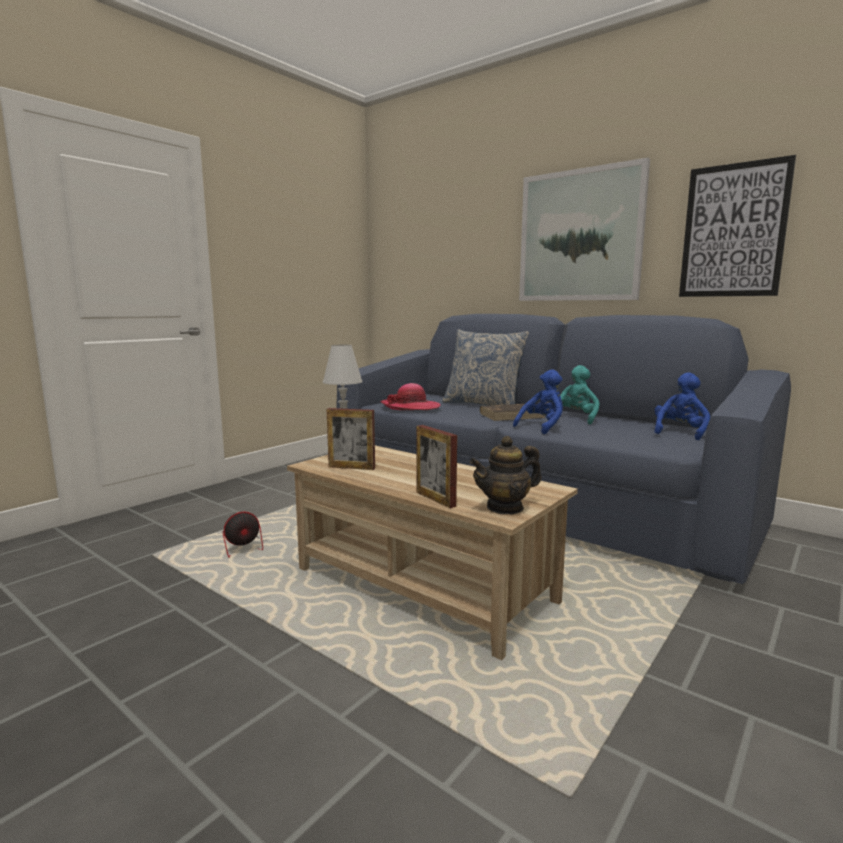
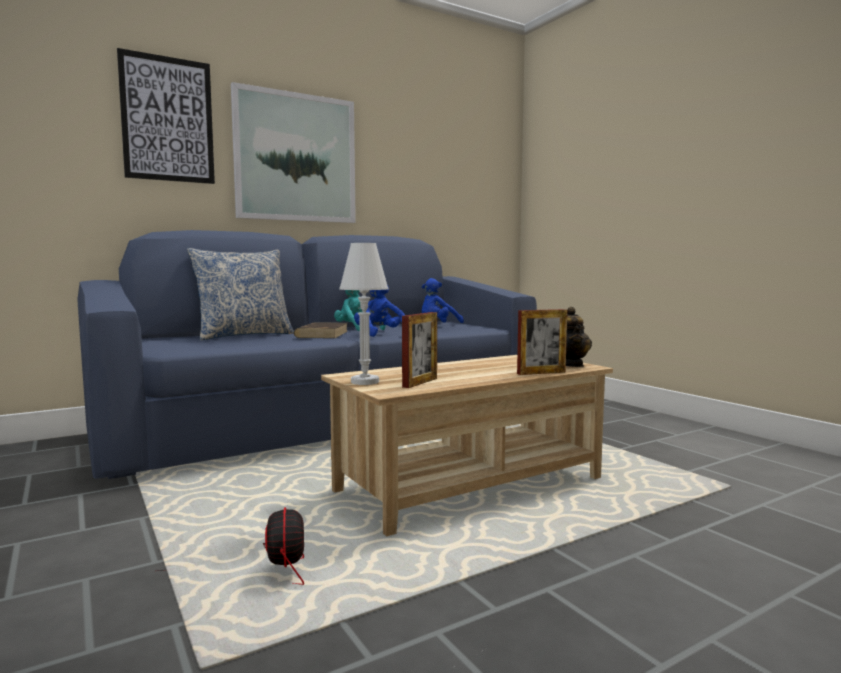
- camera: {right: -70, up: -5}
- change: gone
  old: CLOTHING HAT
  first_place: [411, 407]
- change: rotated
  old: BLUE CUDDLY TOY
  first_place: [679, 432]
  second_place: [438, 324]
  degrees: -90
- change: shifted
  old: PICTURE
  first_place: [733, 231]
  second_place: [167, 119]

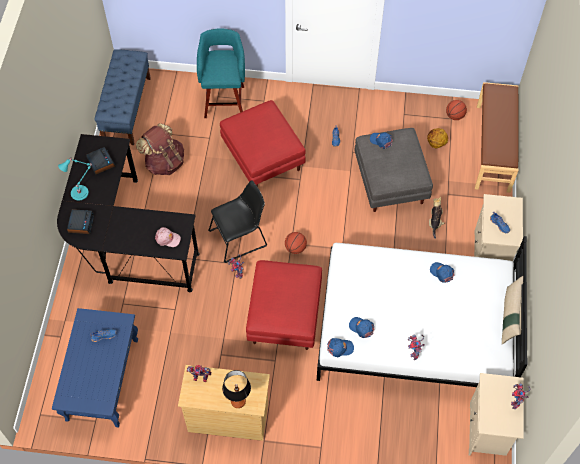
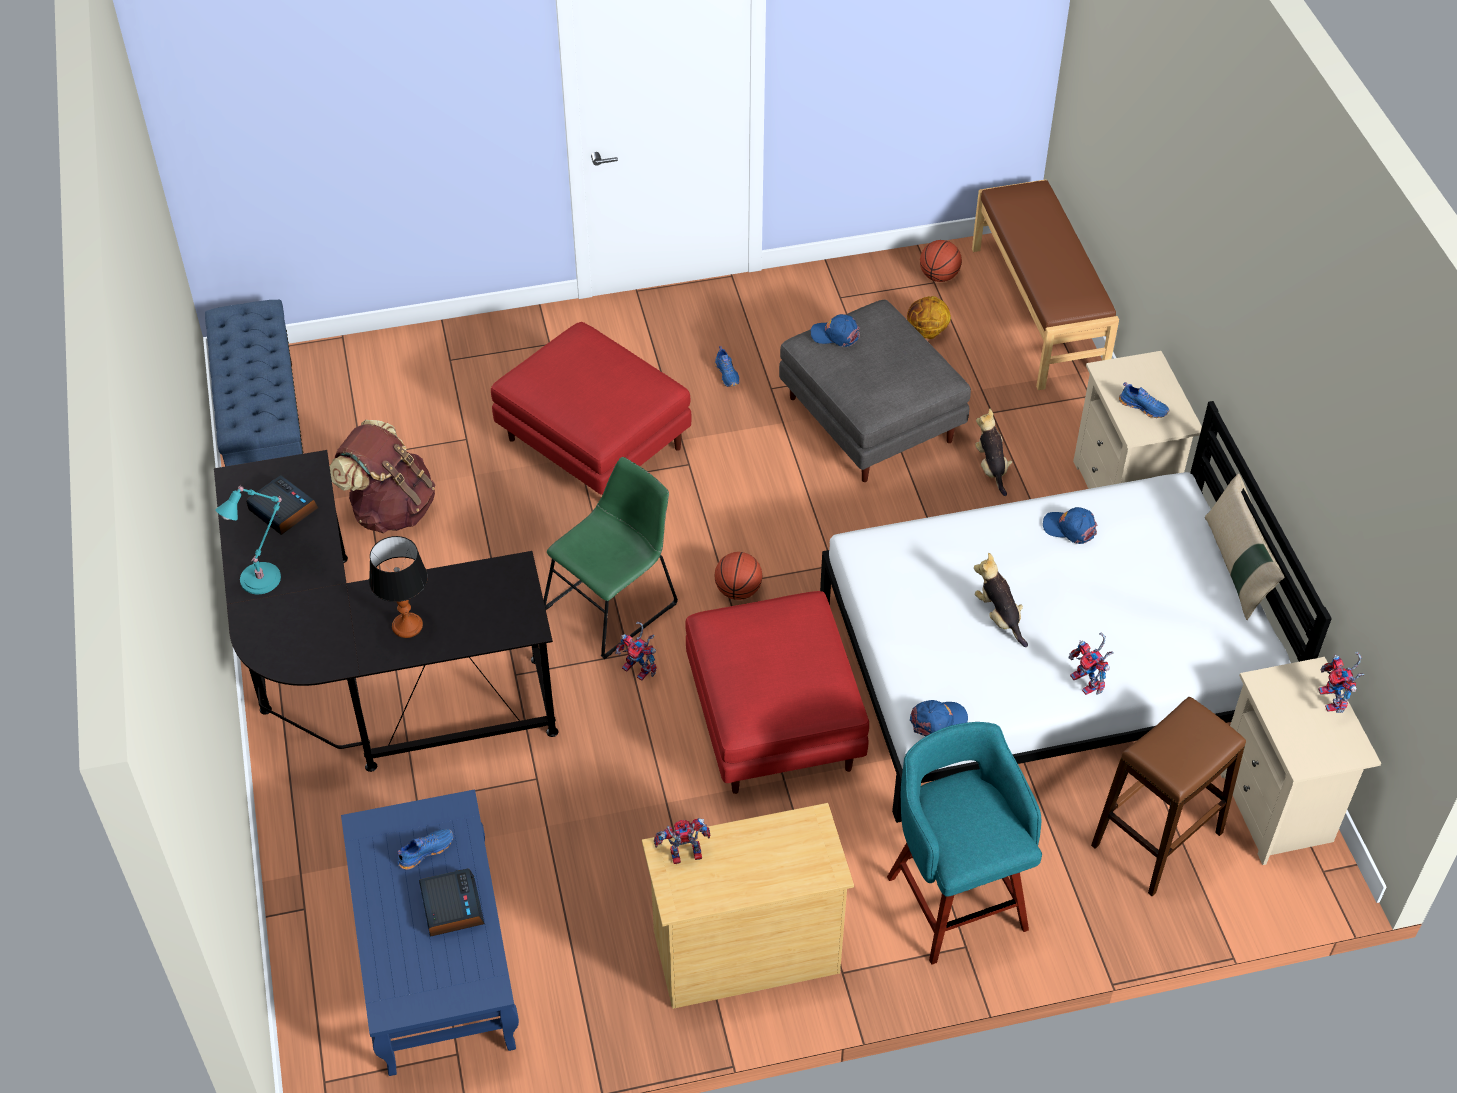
- camera: {right: -20, up: -10}
- change: shifted
  old: TABLE CLOCK
  first_place: [81, 223]
  second_place: [451, 906]
- change: gone
  old: PINKISH BASEBALL CAP
  first_place: [167, 238]
- change: shifted
  old: TURQUOISE-COLOURED STOOL
  first_place: [224, 100]
  second_place: [955, 898]
- change: repainted
  old: BLACK PLAIN CHAIR
  new: GREEN-COLOURED PLAIN CHAIR
  first_place: [240, 237]
  second_place: [614, 603]
- change: shifted
  old: TABLETOP LAMP
  first_place: [238, 401]
  second_place: [407, 626]
- change: gone
  old: BLUE BASEBALL CAP
  first_place: [361, 327]
- change: new
  new: CUDDLY TOY
  second_place: [999, 617]
- change: new
  new: BROWN STOOL
  second_place: [1157, 840]

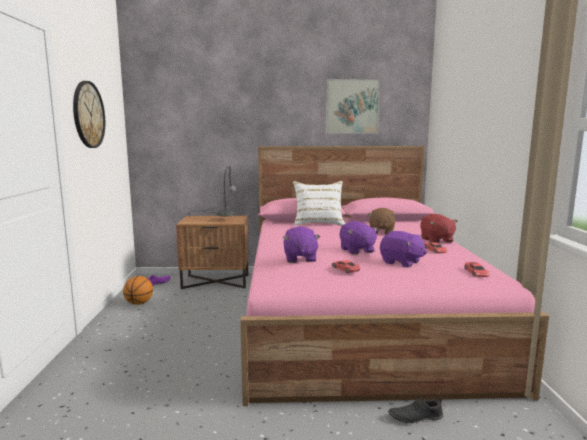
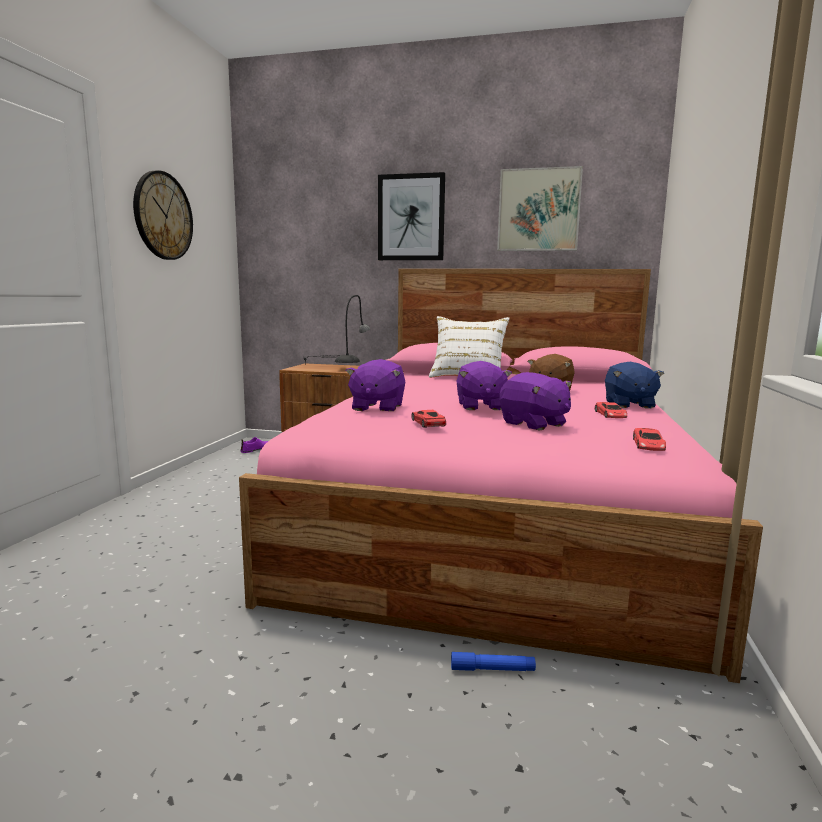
- camera: {right: 15, up: 0}
- change: gone
  old: BASKETBALL BALL
  first_place: [139, 303]
- change: swapped
  old: BLACK ITEM OF FOOTWEAR
  new: BLUE HAND TORCH
  first_place: [415, 417]
  second_place: [492, 669]
- change: repainted
  old: RED-COLOURED CUDDLY TOY
  new: BLUE CUDDLY TOY
  first_place: [436, 240]
  second_place: [628, 404]
- change: new
  new: PICTURE
  second_place: [411, 217]

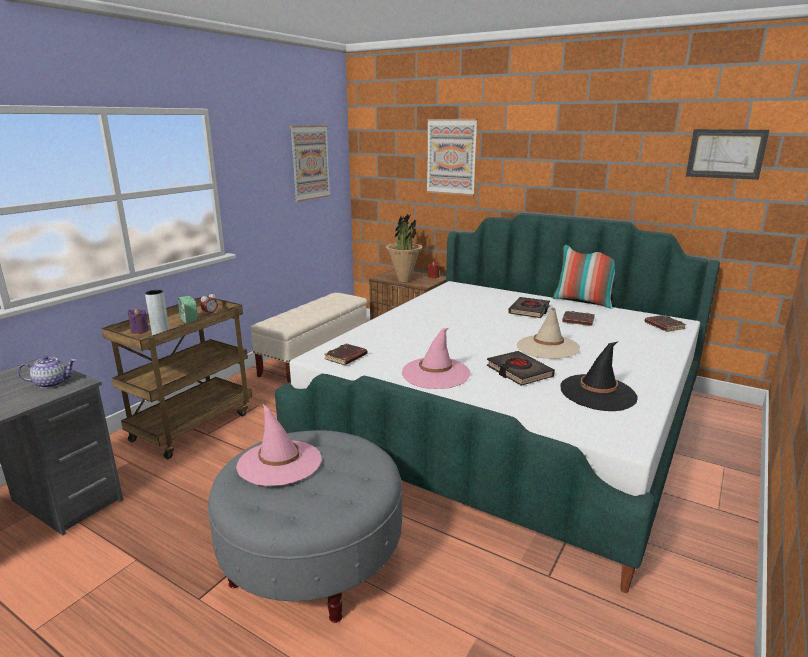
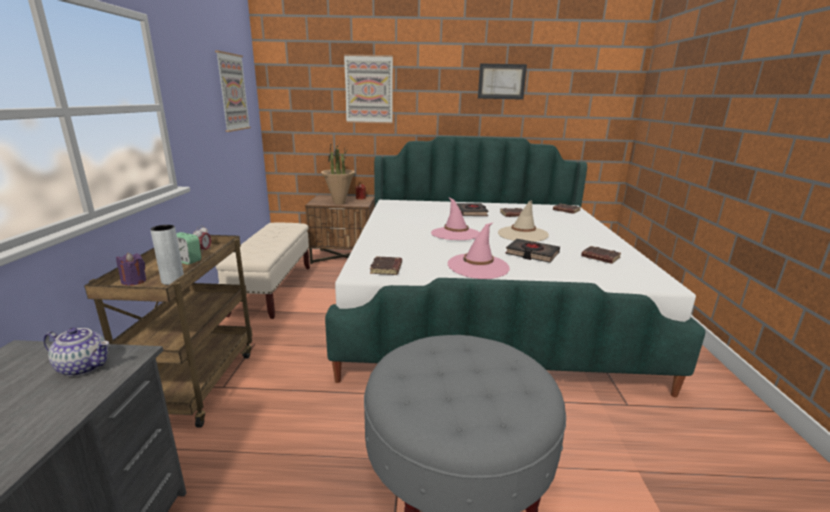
- camera: {right: -30, up: 0}
- change: rotated
  old: TEA POT
  first_place: [52, 383]
  second_place: [84, 366]
  degrees: 60
- change: shifted
  old: PINKISH CLOTHING HAT
  first_place: [279, 463]
  second_place: [455, 234]
- change: gone
  old: PILLOW
  first_place: [583, 301]
- change: swapped
  old: BLACK CLOTHING HAT
  new: BROWN VOLUME
  first_place: [598, 393]
  second_place: [599, 257]
- change: shifted
  old: PICTURE
  first_place: [725, 153]
  second_place: [501, 81]

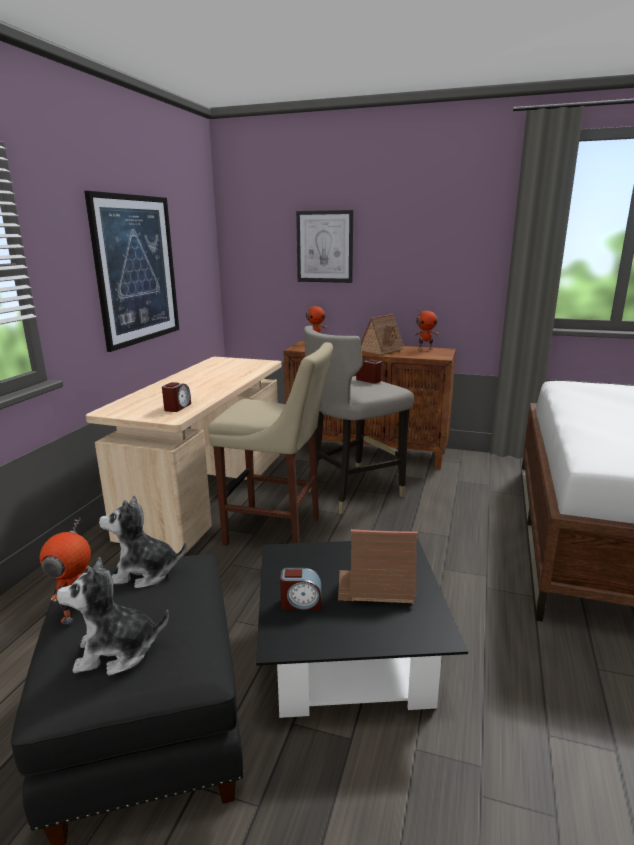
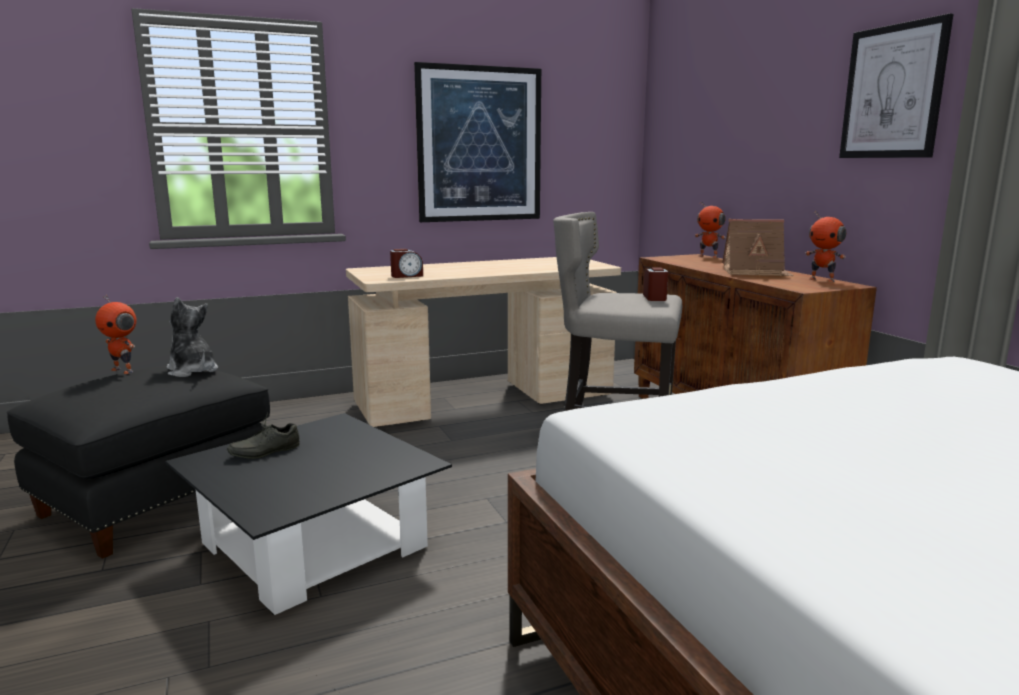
- camera: {right: 50, up: -5}
- change: rotated
  old: ROBOT FIGURE
  first_place: [76, 612]
  second_place: [124, 371]
  degrees: -120
- change: gone
  old: CUDDLY TOY
  first_place: [116, 651]
- change: gone
  old: SAND-COLOURED STOOL
  first_place: [277, 532]
- change: swapped
  old: TABLE CLOCK
  new: GREYISH ITEM OF FOOTWEAR
  first_place: [301, 603]
  second_place: [264, 451]
- change: shifted
  old: PICTURE
  first_place: [325, 247]
  second_place: [893, 92]
- change: gone
  old: TOY HOUSE
  first_place: [376, 586]

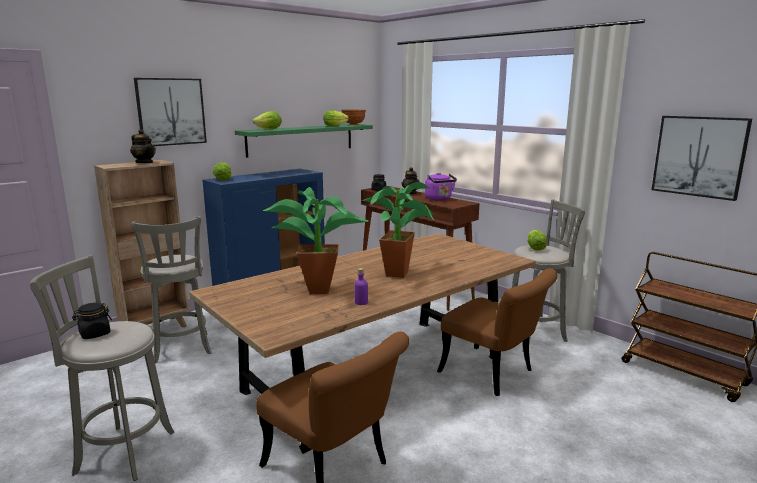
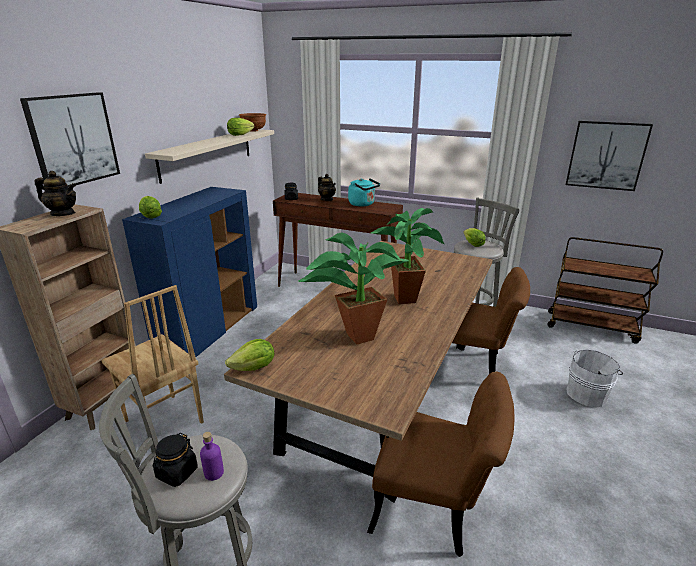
- camera: {right: -25, up: 10}
- change: swapped
  old: GREYISH STOOL
  new: BROWN PLAIN CHAIR
  first_place: [181, 350]
  second_place: [163, 422]
- change: repainted
  old: GREEN-COLOURED BRACKET SHELF
  new: SAND-COLOURED BRACKET SHELF
  first_place: [301, 139]
  second_place: [207, 153]
- change: shifted
  old: LETTUCE HEAD
  first_place: [269, 129]
  second_place: [254, 368]
- change: shifted
  old: PURPLISH DRINK BOTTLE
  first_place: [361, 302]
  second_place: [214, 473]
- change: repainted
  old: PURPLISH KETTLE
  new: TURQUOISE-COLOURED KETTLE
  first_place: [439, 199]
  second_place: [363, 204]
- change: new
  new: WHITE BUCKET
  second_place: [587, 393]

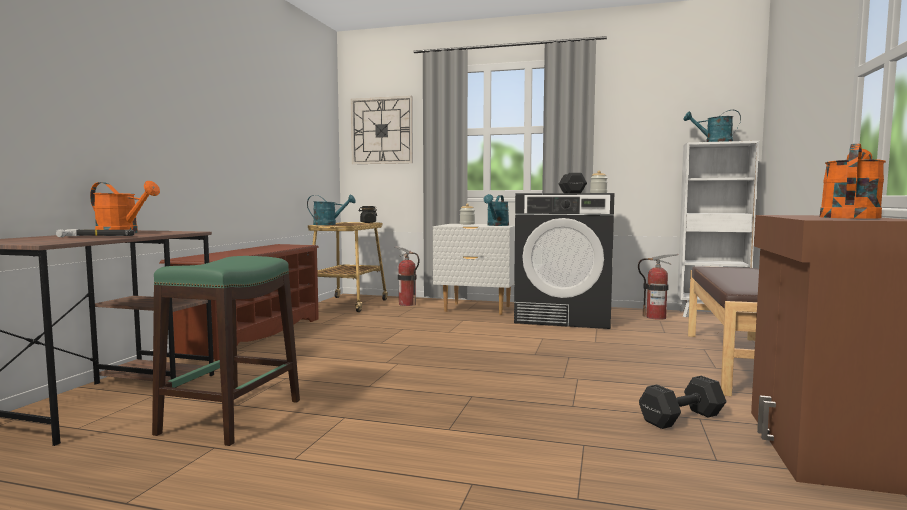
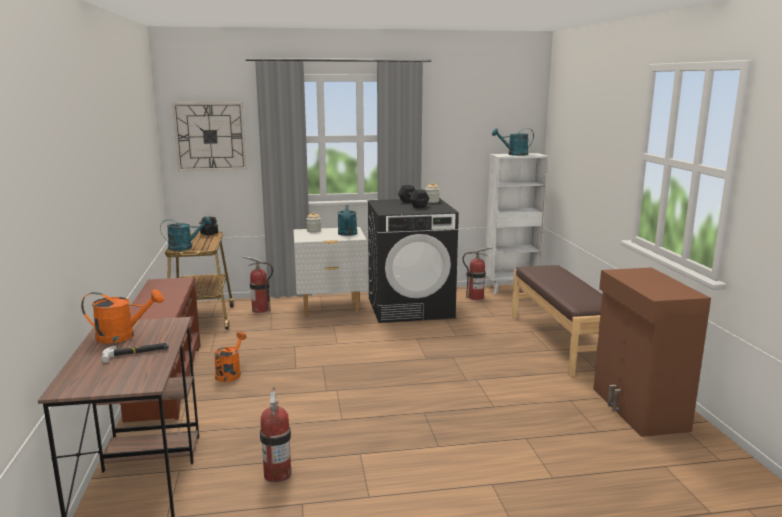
- camera: {right: -25, up: 10}
- change: swapped
  old: GREEN-COLOURED STOOL
  new: FIRE EXTINGUISHER
  first_place: [233, 416]
  second_place: [277, 474]
- change: gone
  old: BLACK DUMBBELL
  first_place: [683, 418]
- change: shifted
  old: ORANGE WATERING CAN
  first_place: [850, 217]
  second_place: [230, 373]

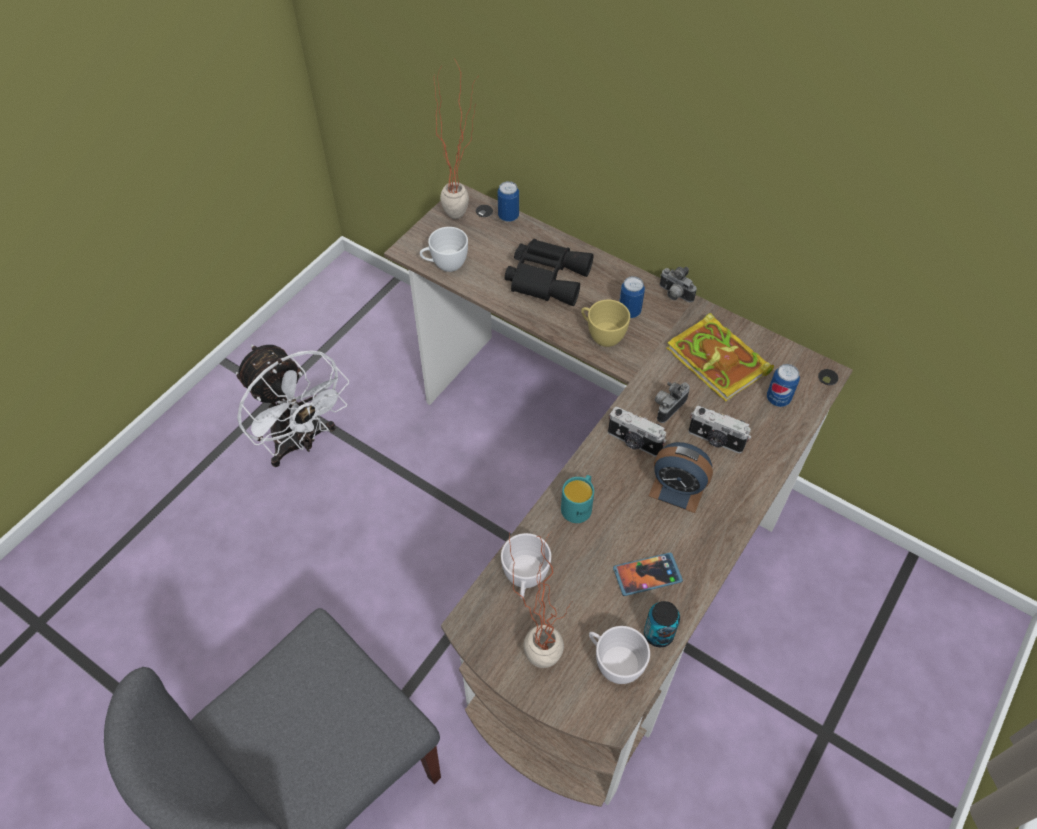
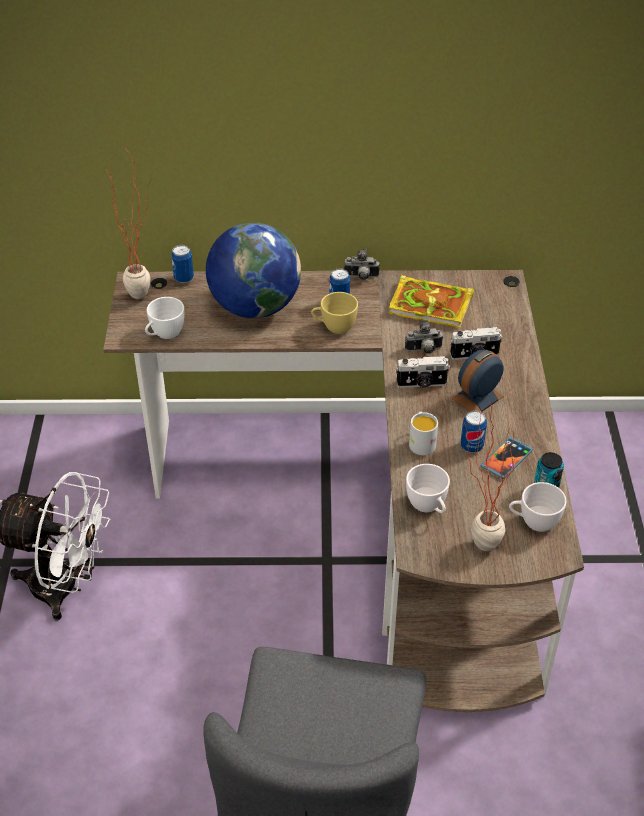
- camera: {right: -35, up: -10}
- change: swapped
  old: BLACK BINOCULARS
  new: DESK GLOBE
  first_place: [547, 276]
  second_place: [255, 307]
- change: repainted
  old: TURQUOISE-COLOURED TEA MUG
  new: WHITE TEA MUG
  first_place: [578, 505]
  second_place: [421, 442]
- change: rotated
  old: TABLE CLOCK
  first_place: [677, 489]
  second_place: [477, 397]
  degrees: 150
- change: rotated
  old: PHOTO CAMERA
  first_place: [668, 407]
  second_place: [424, 350]
  degrees: -105
- change: shifted
  old: METAL CAN
  first_place: [778, 399]
  second_place: [471, 446]

